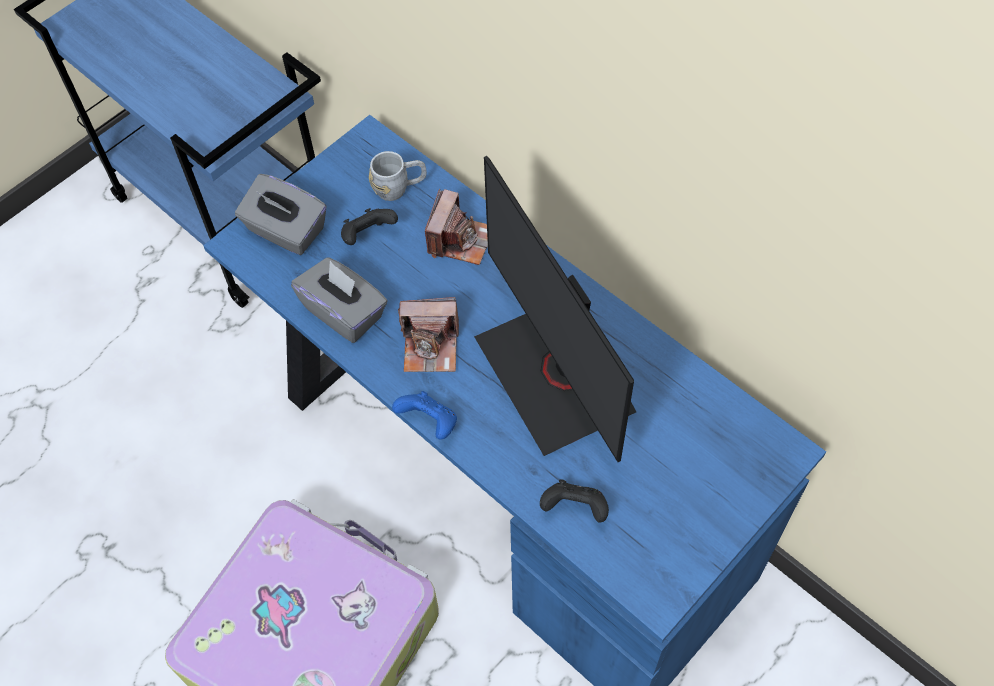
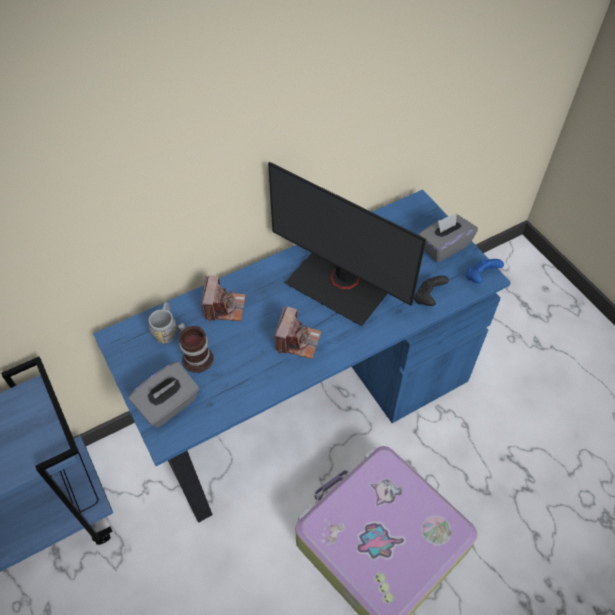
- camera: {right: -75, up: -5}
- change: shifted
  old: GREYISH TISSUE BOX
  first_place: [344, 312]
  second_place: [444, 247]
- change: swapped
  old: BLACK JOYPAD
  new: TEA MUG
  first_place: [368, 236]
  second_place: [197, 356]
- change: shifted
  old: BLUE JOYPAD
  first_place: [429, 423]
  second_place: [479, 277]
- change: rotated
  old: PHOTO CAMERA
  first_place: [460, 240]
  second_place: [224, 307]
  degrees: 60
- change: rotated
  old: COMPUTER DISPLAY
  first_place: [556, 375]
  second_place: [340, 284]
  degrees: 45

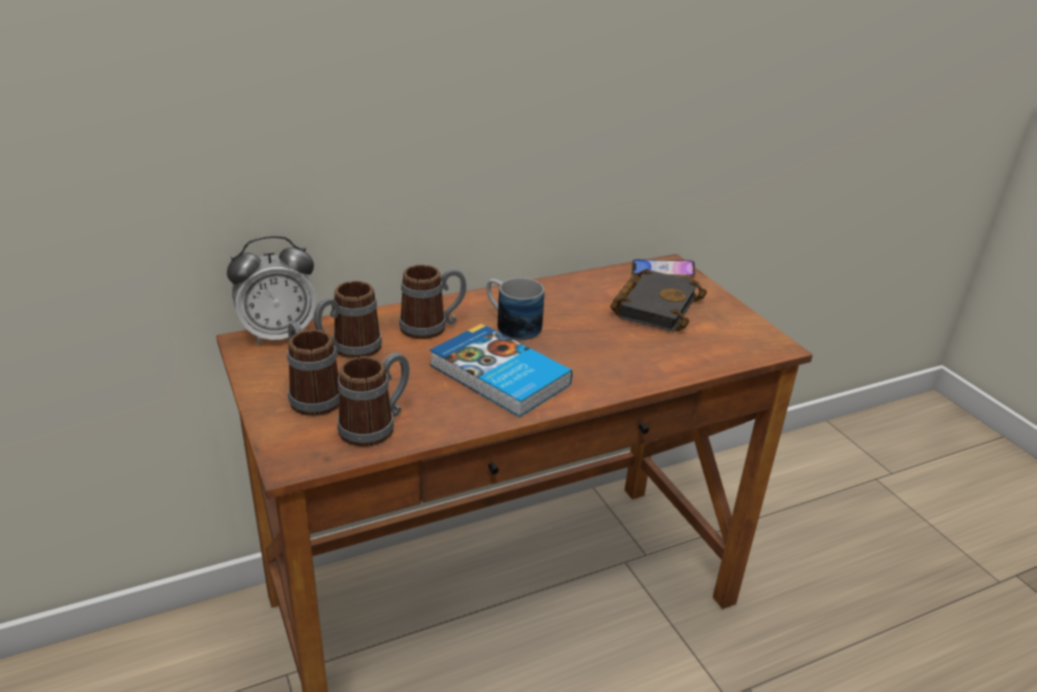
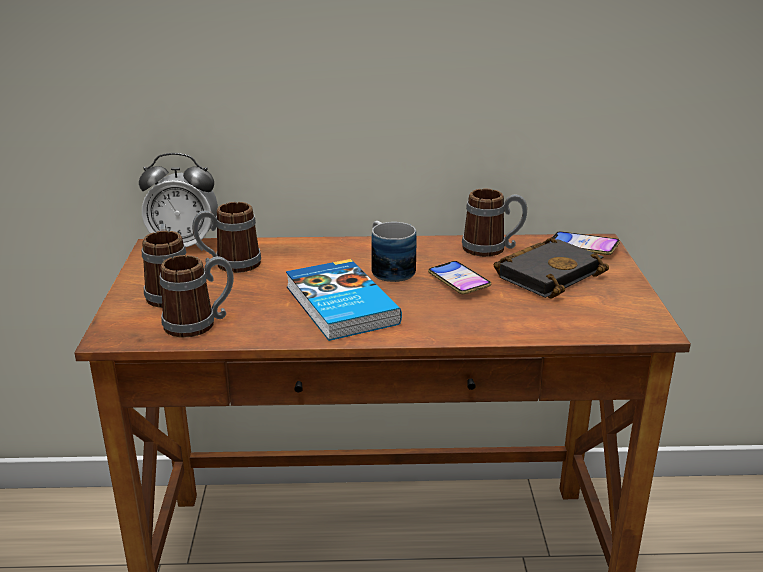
- camera: {right: 25, up: -5}
- change: shifted
  old: TEA MUG
  first_place: [432, 327]
  second_place: [492, 249]
- change: new
  new: TELEPHONE
  second_place: [458, 282]

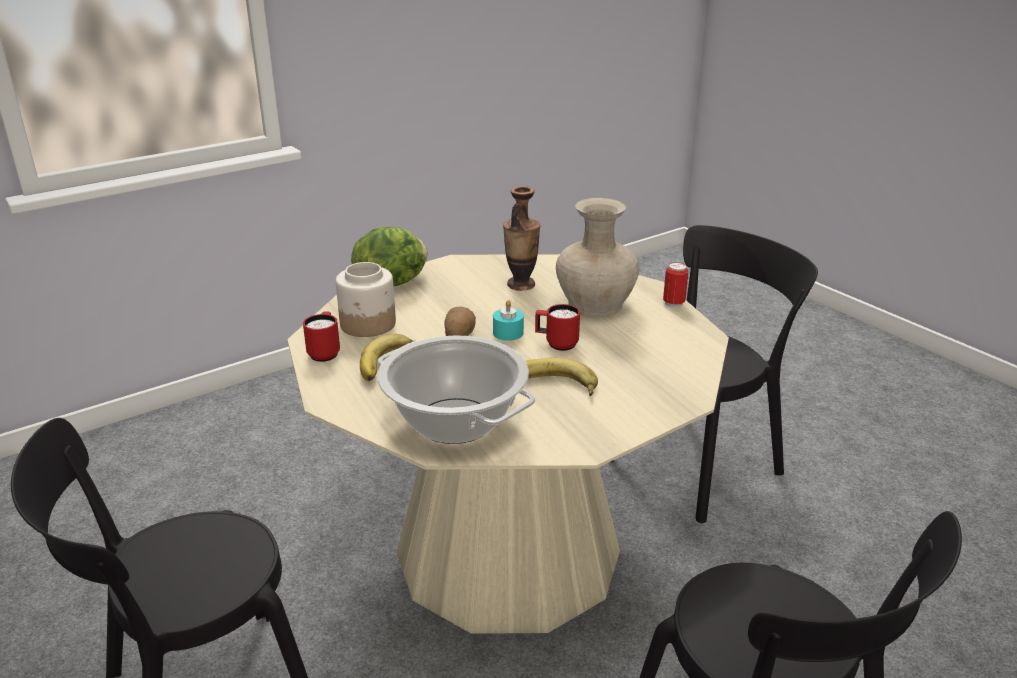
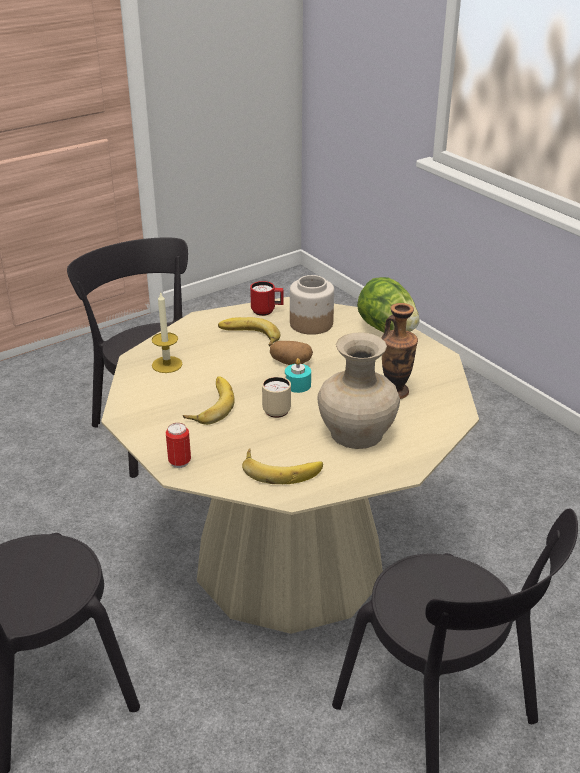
- camera: {right: 90, up: 5}
- change: swapped
  old: STOCKPOT
  new: WAX CANDLE
  first_place: [455, 421]
  second_place: [167, 364]
- change: repainted
  old: RED-COLOURED TEA MUG
  new: SAND-COLOURED TEA MUG
  first_place: [556, 344]
  second_place: [278, 408]
- change: shifted
  old: METAL CAN
  first_place: [673, 303]
  second_place: [179, 462]
- change: new
  new: BANANA FRUIT
  second_place: [282, 468]

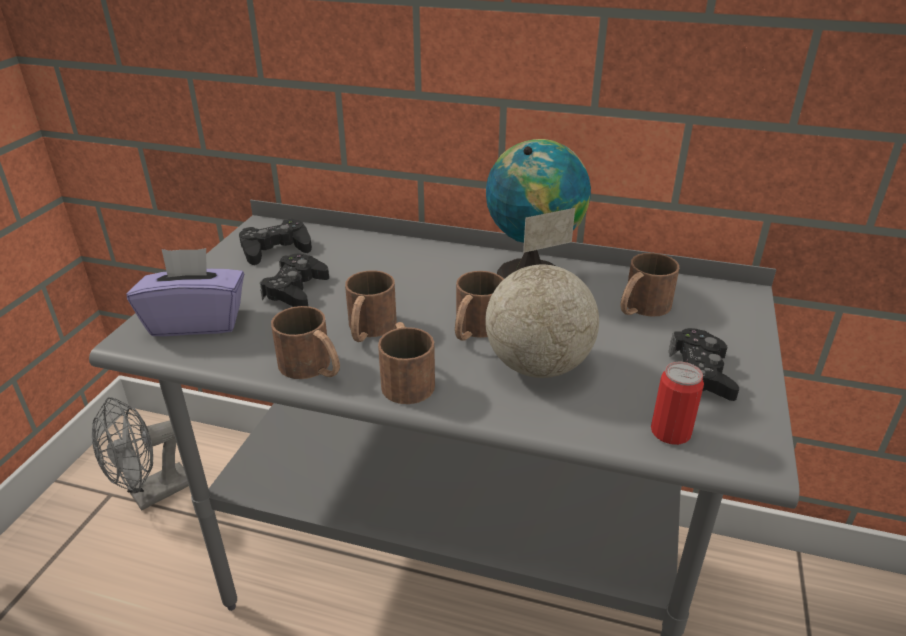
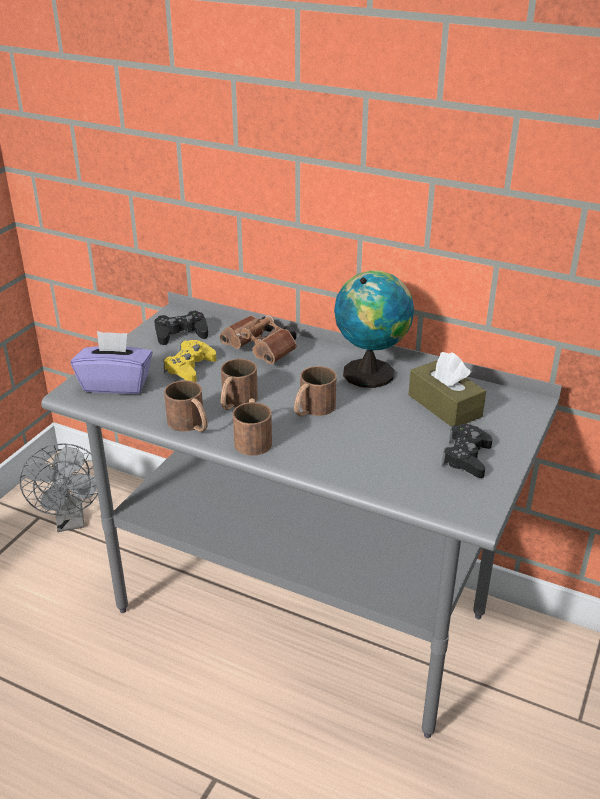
- camera: {right: 10, up: 0}
- change: rotated
  old: GREYISH ELECTRIC FAN
  first_place: [152, 494]
  second_place: [71, 521]
  degrees: -75
- change: repainted
  old: BLACK JOYPAD
  new: YELLOW-COLOURED JOYPAD
  first_place: [296, 290]
  second_place: [190, 367]
- change: gone
  old: DESK GLOBE
  first_place: [539, 366]
- change: swapped
  old: BROWN TEA MUG
  new: BROWN TISSUE BOX
  first_place: [640, 308]
  second_place: [444, 406]
- change: gone
  old: METAL CAN
  first_place: [670, 432]
- change: new
  new: BROWN BINOCULARS
  second_place: [262, 352]

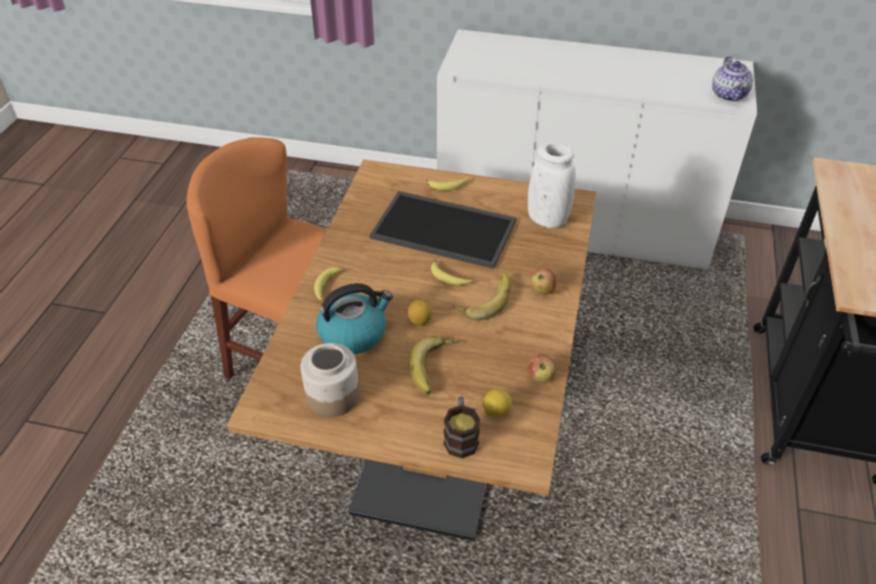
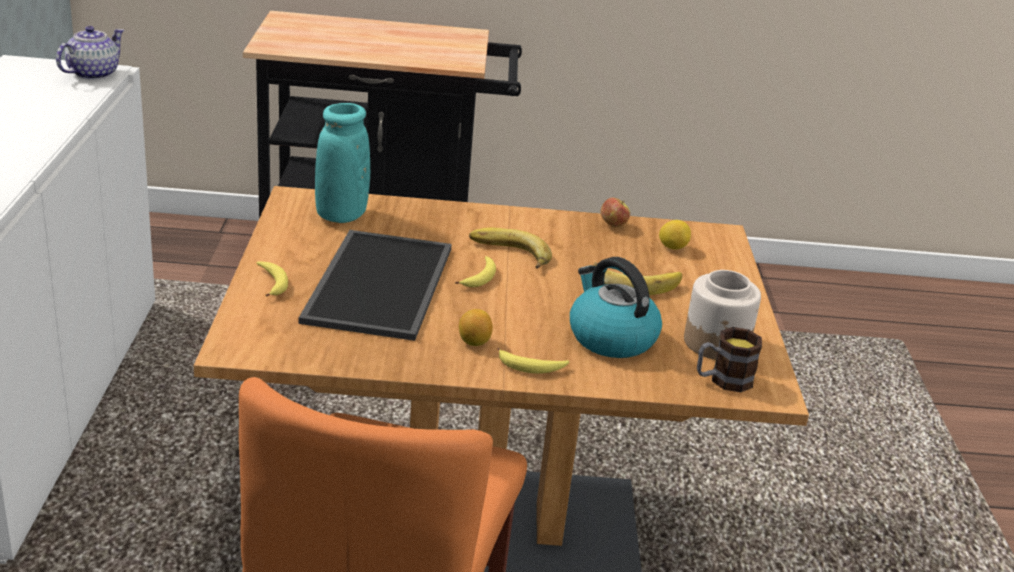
- camera: {right: -105, up: -15}
- change: shifted
  old: CITRUS FRUIT
  first_place: [420, 321]
  second_place: [474, 342]
- change: shifted
  old: TEA MUG
  first_place: [460, 436]
  second_place: [723, 380]
- change: repainted
  old: WHITE DECORATIVE VASE
  new: TURQUOISE-COLOURED DECORATIVE VASE
  first_place: [547, 219]
  second_place: [341, 215]
- change: gone
  old: APPLE FRUIT
  first_place: [542, 290]
- change: rotated
  old: TEA POT
  first_place: [729, 94]
  second_place: [92, 74]
  degrees: -45

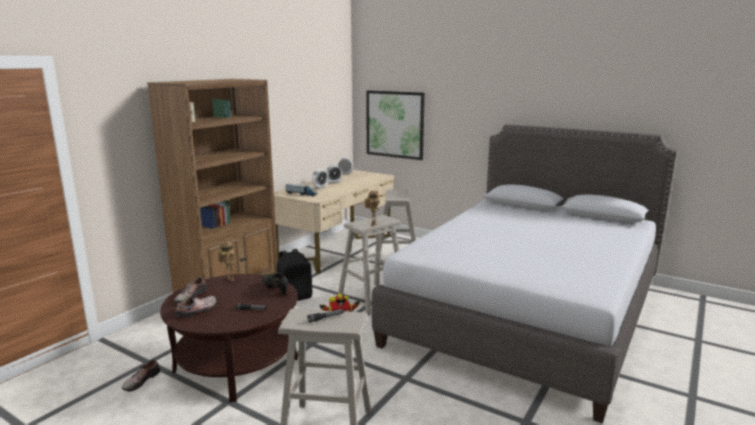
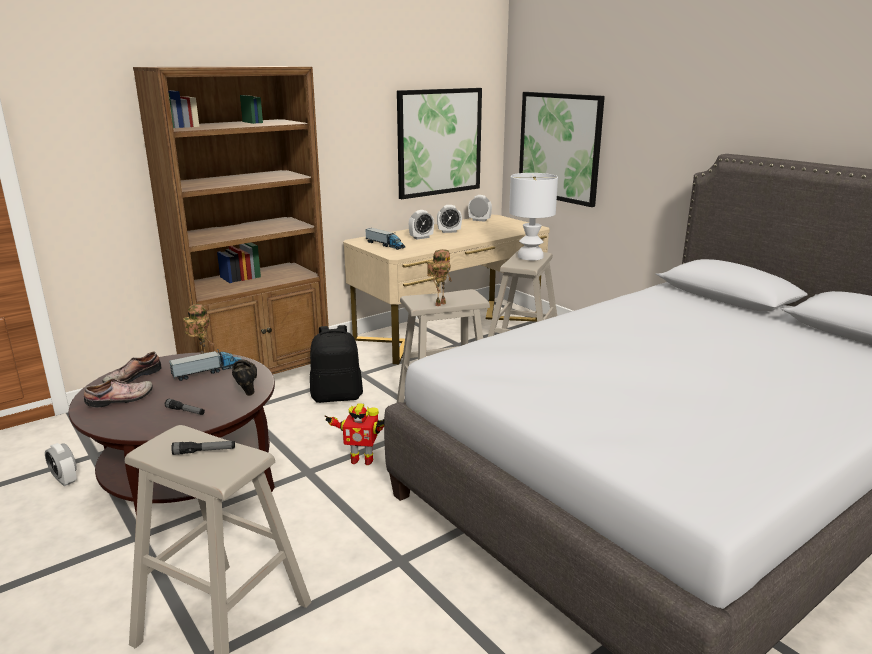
- camera: {right: 20, up: 5}
- change: swapped
  old: ITEM OF FOOTWEAR
  new: TABLE CLOCK
  first_place: [140, 381]
  second_place: [65, 480]
- change: new
  new: TOY LORRY
  second_place: [208, 372]
- change: new
  new: PICTURE
  second_place: [439, 142]
- change: new
  new: WHITE TABLETOP LAMP
  second_place: [529, 257]

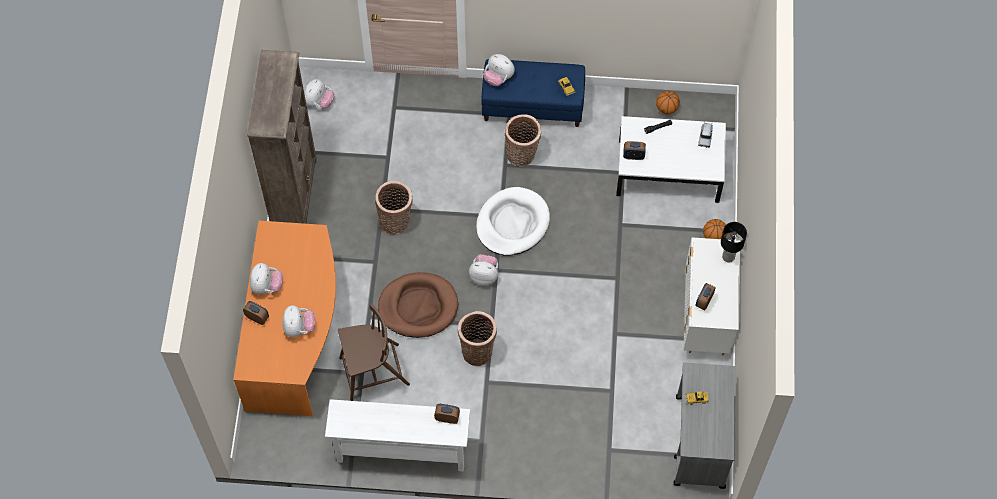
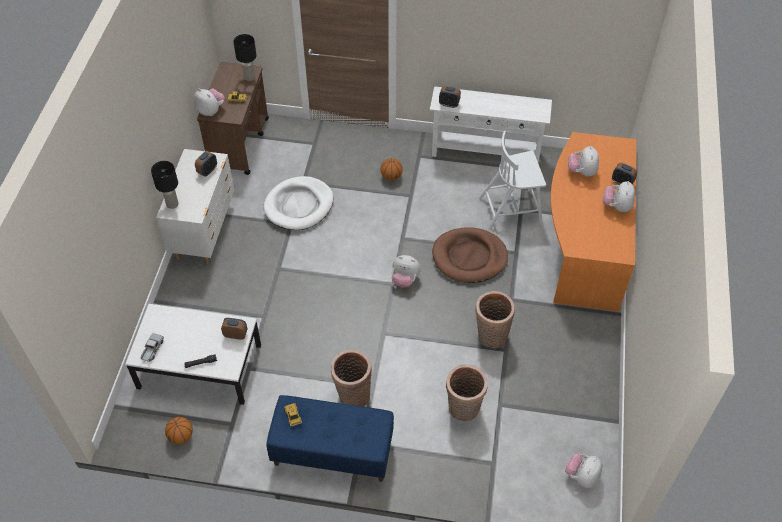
- camera: {right: -175, up: -10}
- change: gone
  old: BROWN SHELVING UNIT
  first_place: [295, 194]
- change: repainted
  old: BROWN PLAIN CHAIR
  new: WHITE PLAIN CHAIR
  first_place: [372, 372]
  second_place: [511, 209]
- change: shifted
  old: BASKET
  first_place: [477, 350]
  second_place: [463, 409]
- change: shifted
  old: WHITE PET BED
  first_place: [512, 223]
  second_place: [299, 206]
- change: shifted
  old: CUDDLY TOY
  first_place: [498, 78]
  second_place: [211, 111]
- change: repainted
  old: GREYISH TROLLEY
  new: BROWN TROLLEY
  first_place: [699, 442]
  second_place: [239, 143]
- change: shifted
  old: BASKETBALL BALL
  first_place: [714, 237]
  second_place: [391, 176]
- change: new
  new: BLACK TABLETOP LAMP
  second_place: [249, 77]

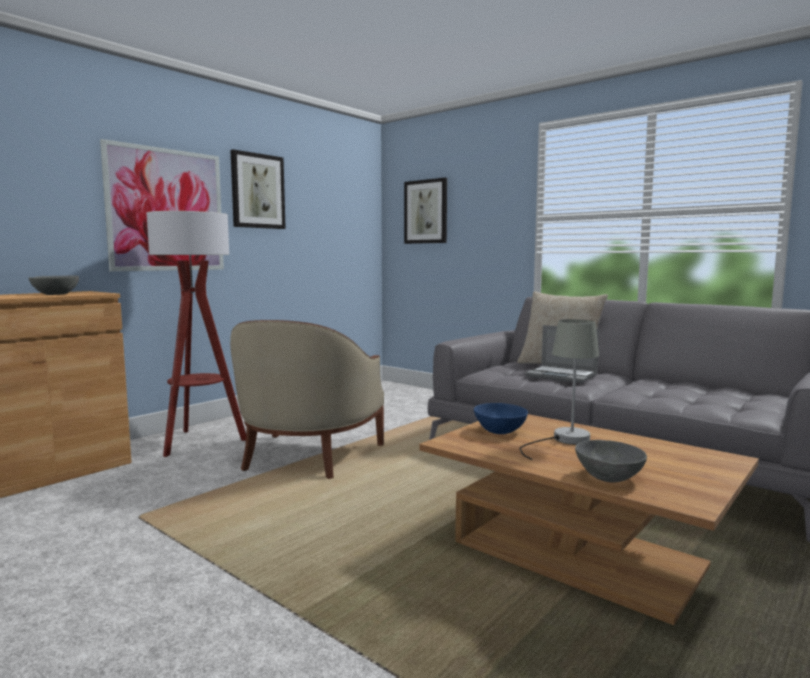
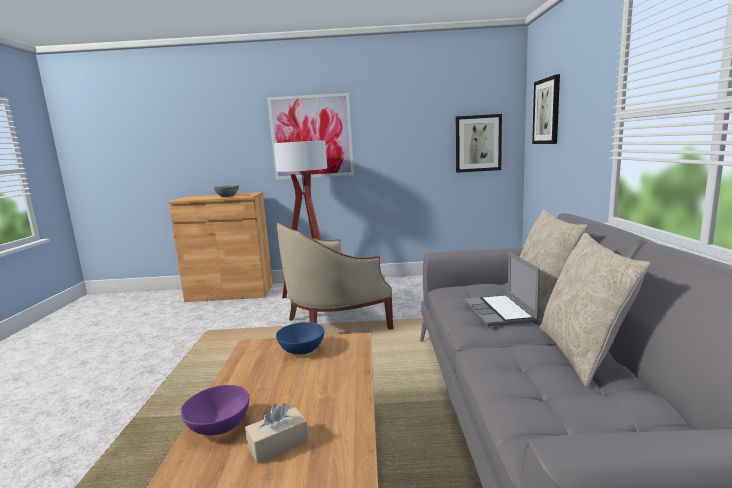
- camera: {right: 50, up: 5}
- change: shifted
  old: PICTURE
  first_place: [257, 191]
  second_place: [478, 143]
- change: gone
  old: GREYISH TABLETOP LAMP
  first_place: [563, 441]
- change: repainted
  old: GREYISH DEEP DISH
  new: PURPLISH DEEP DISH
  first_place: [609, 477]
  second_place: [219, 426]
- change: new
  new: SAND-COLOURED TISSUE BOX
  second_place: [278, 444]
- change: new
  new: SAND-COLOURED PILLOW
  second_place: [582, 354]

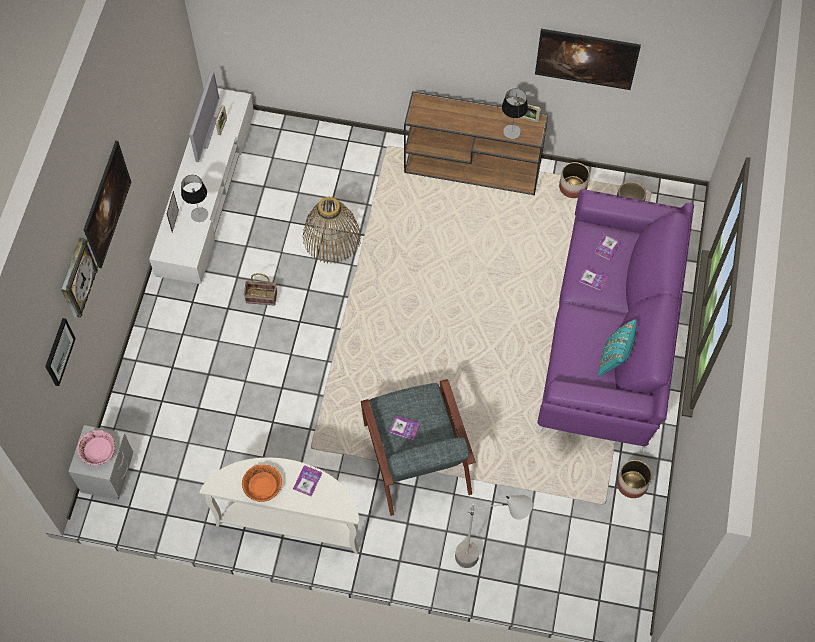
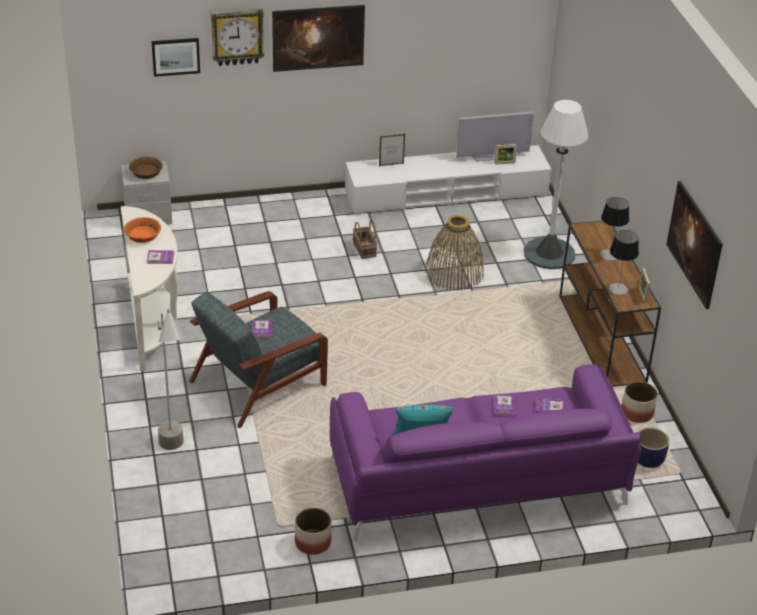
- camera: {right: 65, up: -25}
- change: repainted
  old: PINKISH DEEP DISH
  new: BROWN DEEP DISH
  first_place: [98, 451]
  second_place: [146, 173]
- change: shifted
  old: TABLETOP LAMP
  first_place: [199, 214]
  second_place: [609, 255]
- change: new
  new: WHITE FLOOR LAMP
  second_place: [549, 253]

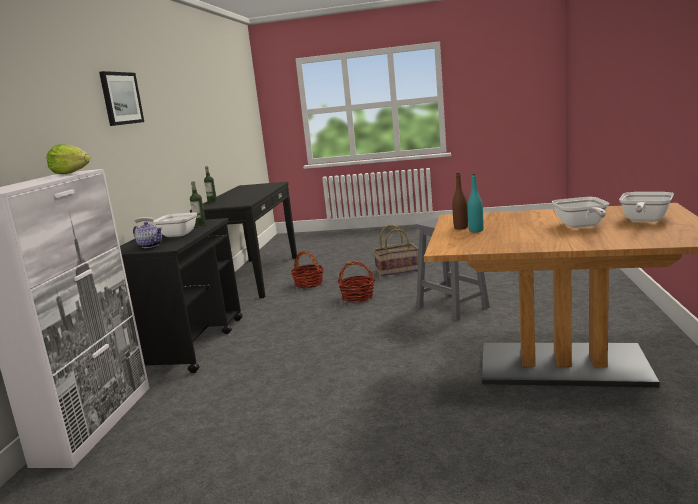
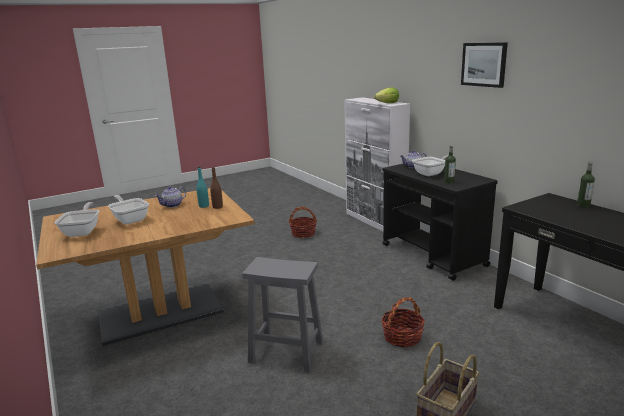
- camera: {right: 140, up: 5}
- change: shifted
  old: BASKET
  first_place: [308, 284]
  second_place: [303, 233]
- change: new
  new: TEA POT
  second_place: [172, 205]

